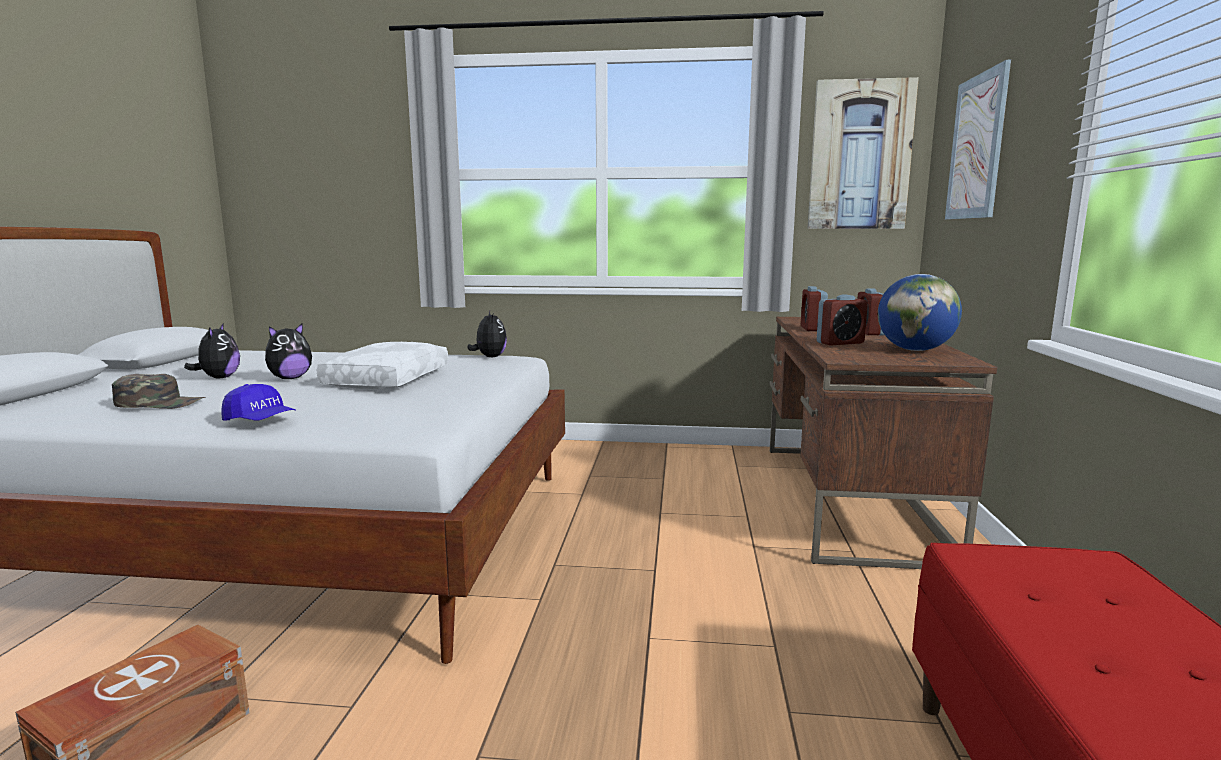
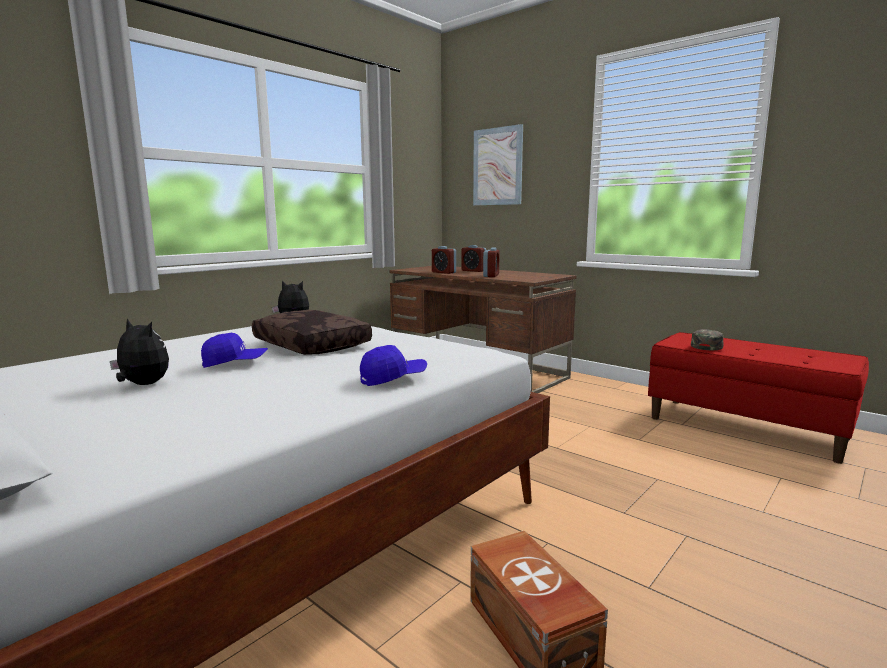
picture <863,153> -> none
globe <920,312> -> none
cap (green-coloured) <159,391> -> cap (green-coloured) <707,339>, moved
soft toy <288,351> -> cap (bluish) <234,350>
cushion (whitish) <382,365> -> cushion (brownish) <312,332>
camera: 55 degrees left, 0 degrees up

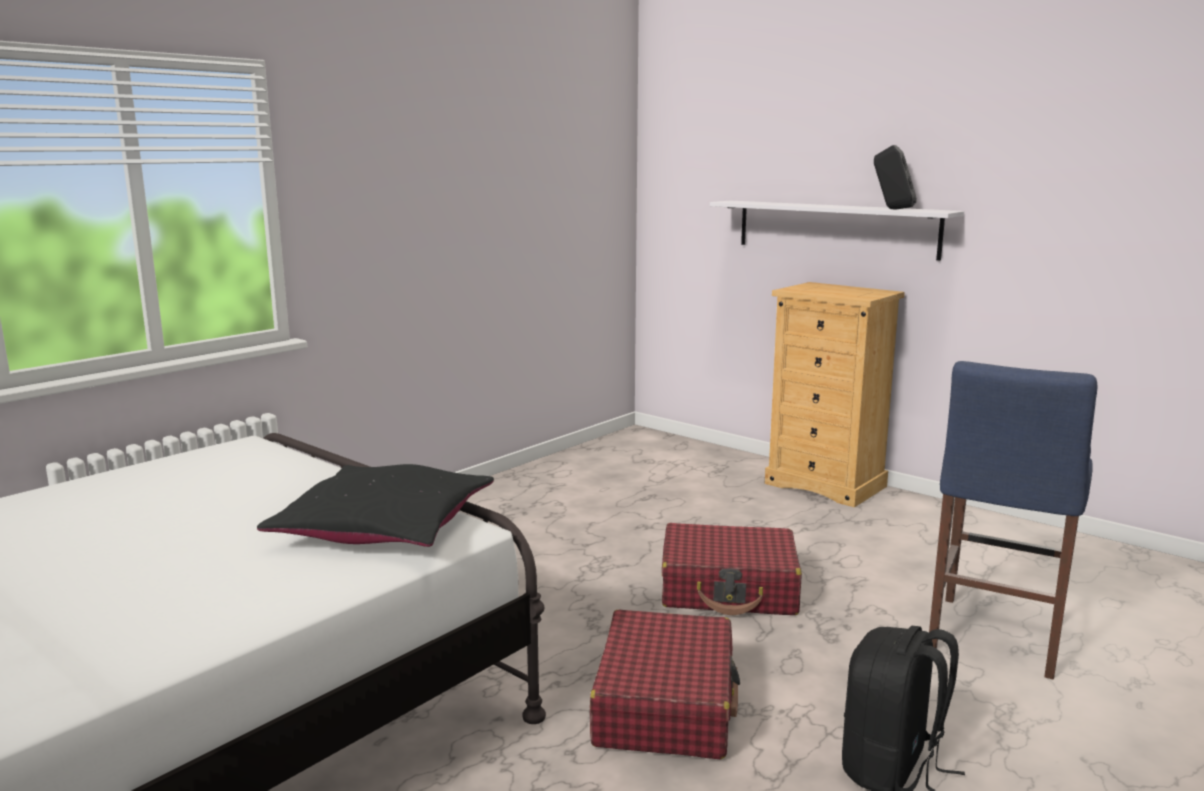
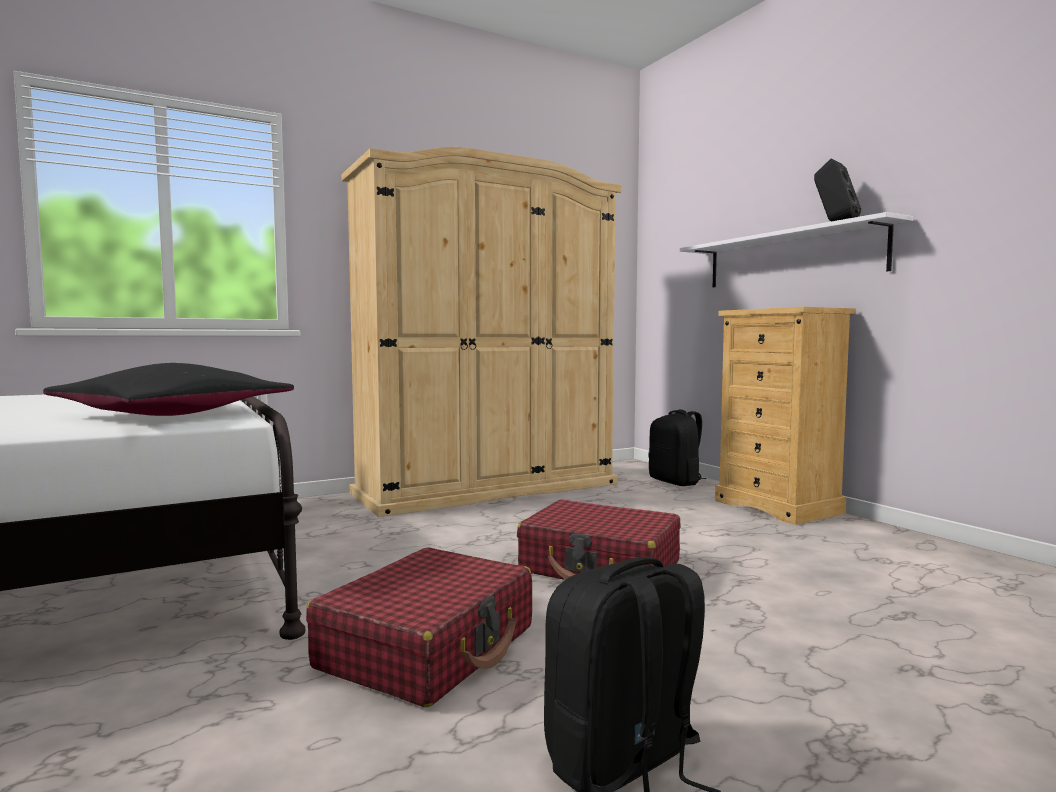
stool seat (bluish) <1013,520> -> none
none -> wardrobe (beige-coloured) <482,332>
none -> backpack (black-coloured) <677,447>
camera: 20 degrees right, 10 degrees down

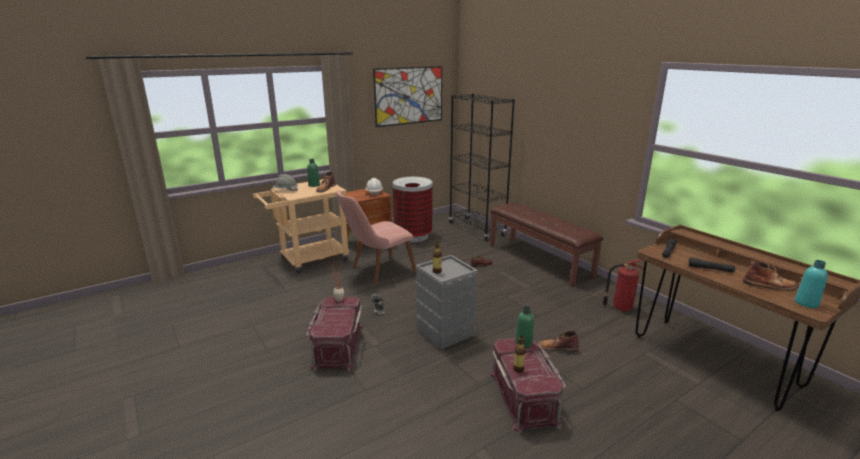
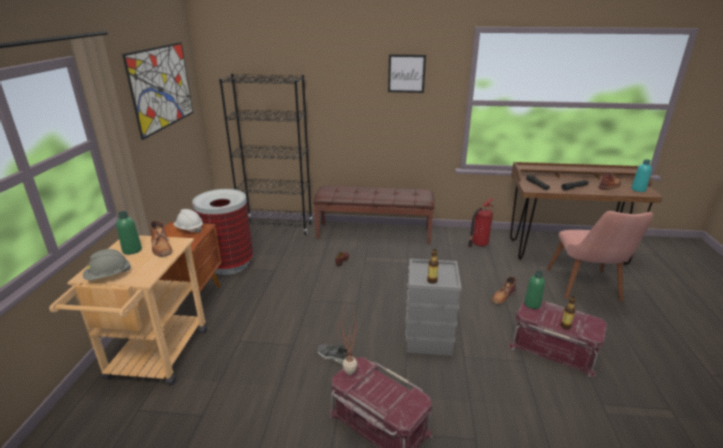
none -> picture <407,73>
upright chair (pink) <376,237> -> upright chair (pink) <600,256>, moved
camera: 50 degrees left, 5 degrees up

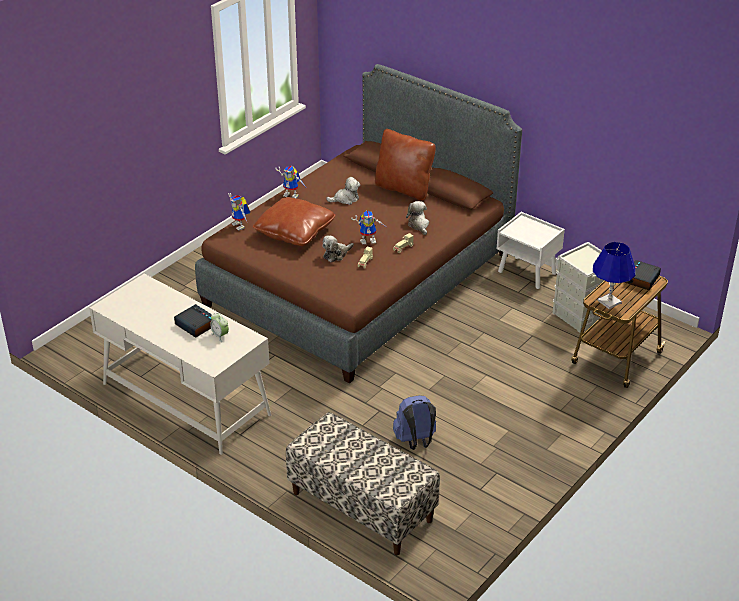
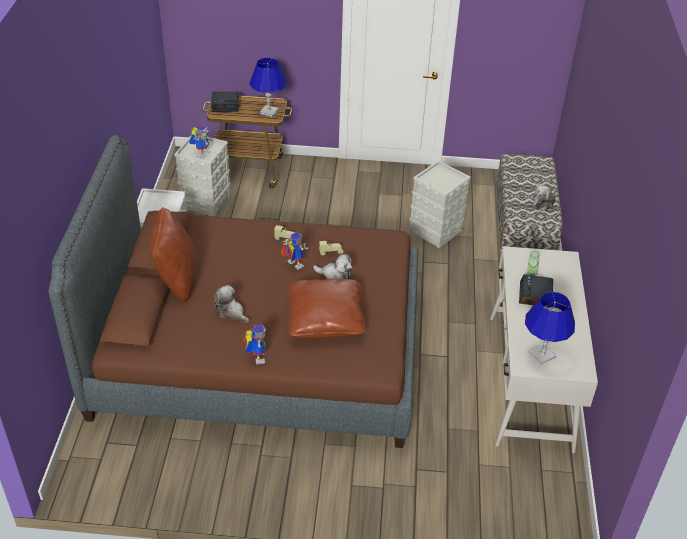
none -> lamp for a table (bluish) <550,328>
robot figure <239,212> -> robot figure <199,142>, moved
soft toy <417,218> -> soft toy <545,198>, moved
backpack (bluish) <414,422> -> storage box (greyish) <439,204>
camera: 125 degrees left, 5 degrees up

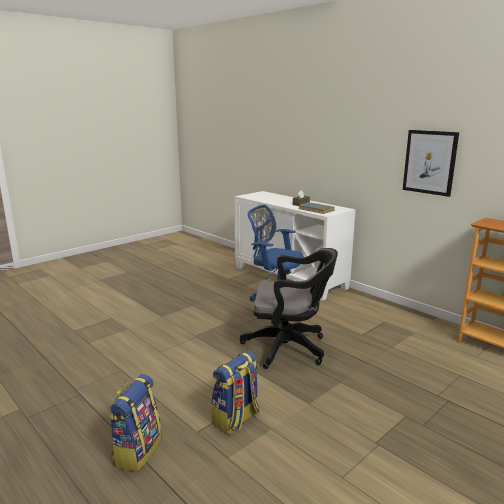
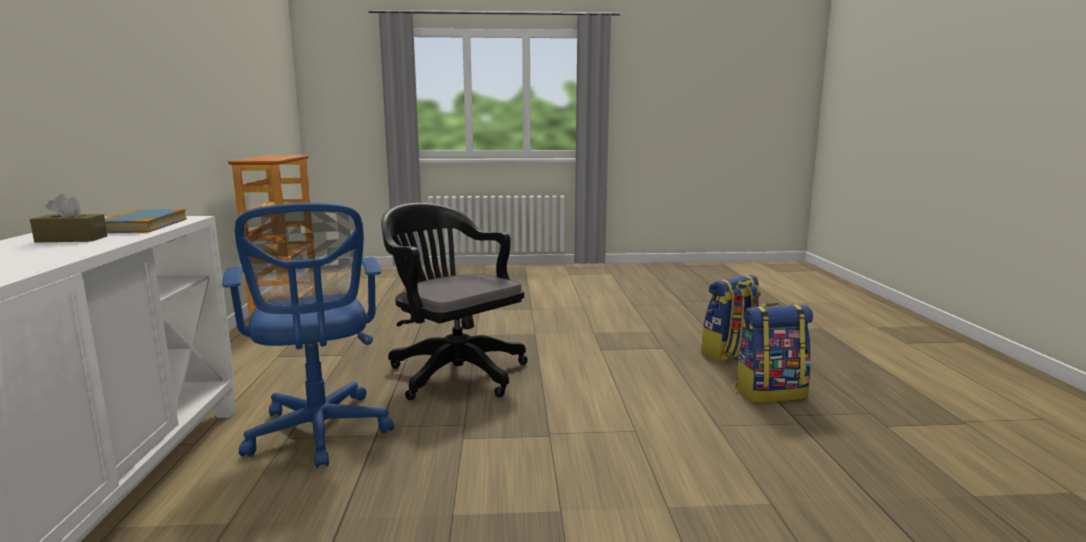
picture <431,163> -> none
backpack <235,392> -> backpack <774,353>, moved
camera: 140 degrees left, 5 degrees down

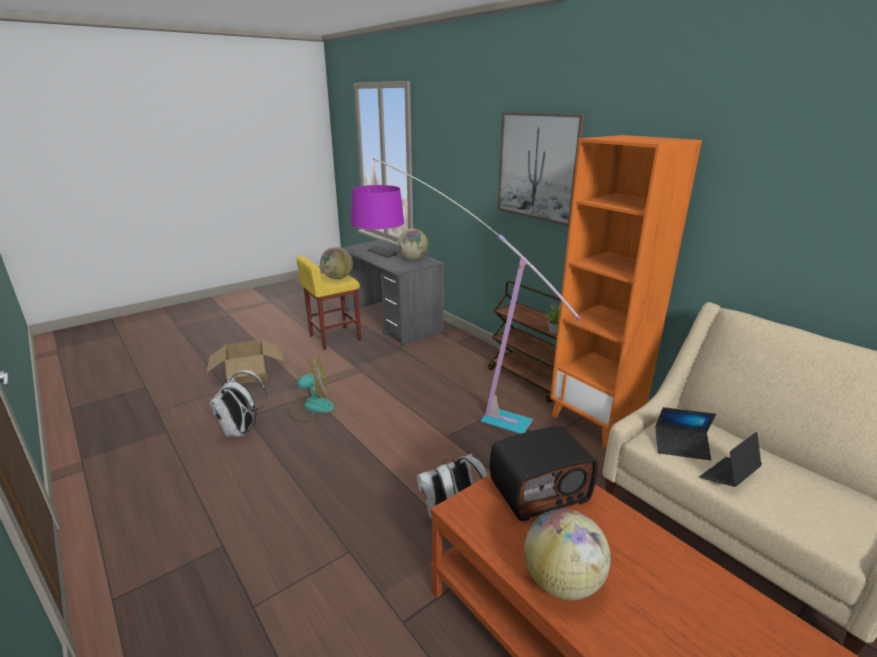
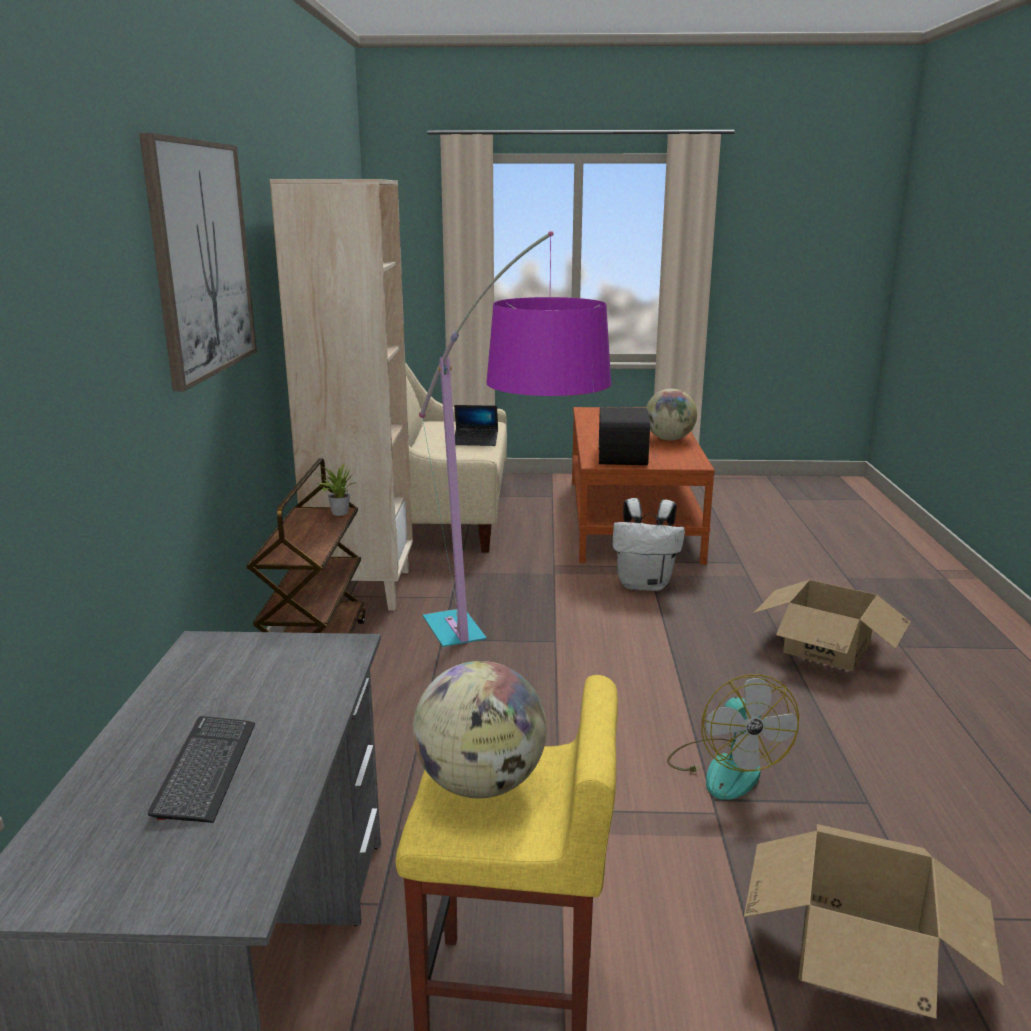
backpack (whitish) <238,403> -> none
globe <412,244> -> none
notebook computer <685,433> -> none
none -> carton <832,625>
bookshelf (orange) <626,291> -> bookshelf (beige-coloured) <341,394>
cooling fan <311,389> -> cooling fan <733,737>, 120 degrees counterclockwise
radio set <543,473> -> radio set <624,436>, 105 degrees counterclockwise
camera: 140 degrees left, 5 degrees down

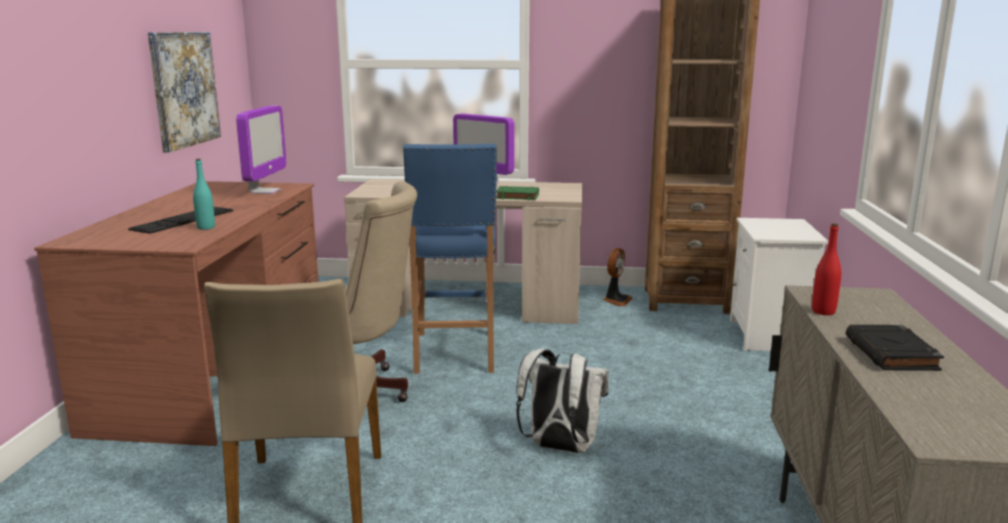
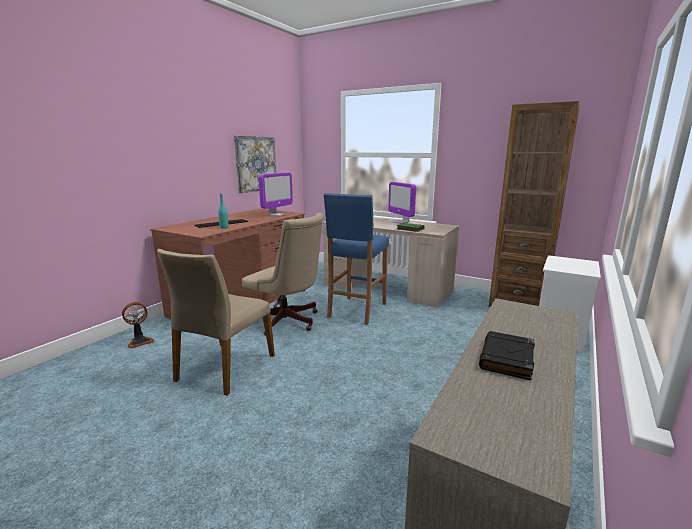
backpack (whitish) <562,401> -> none
bottle (reddish) <826,269> -> none
cooling fan <617,277> -> cooling fan <138,325>, moved
camera: 25 degrees right, 0 degrees up

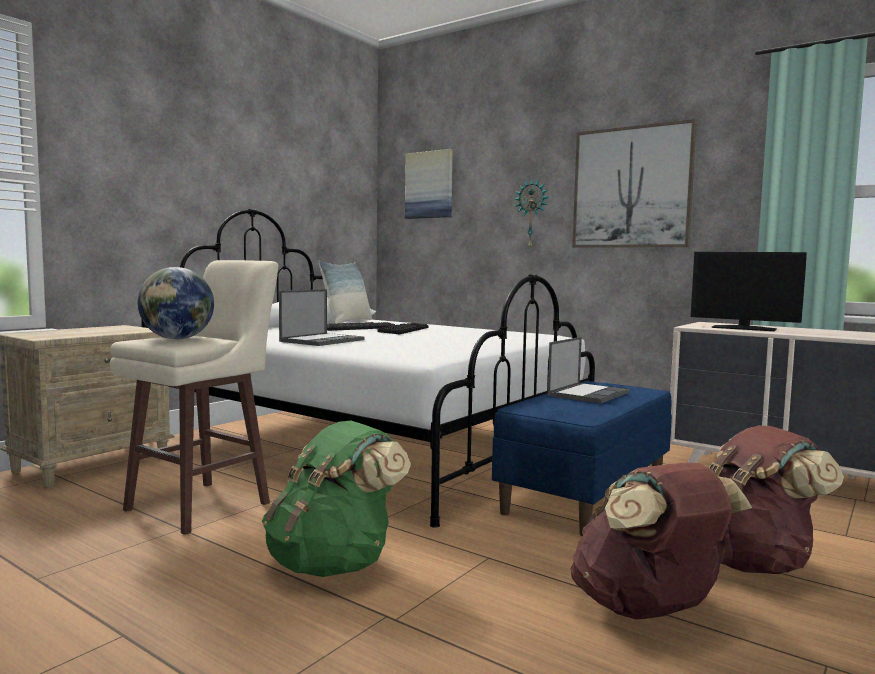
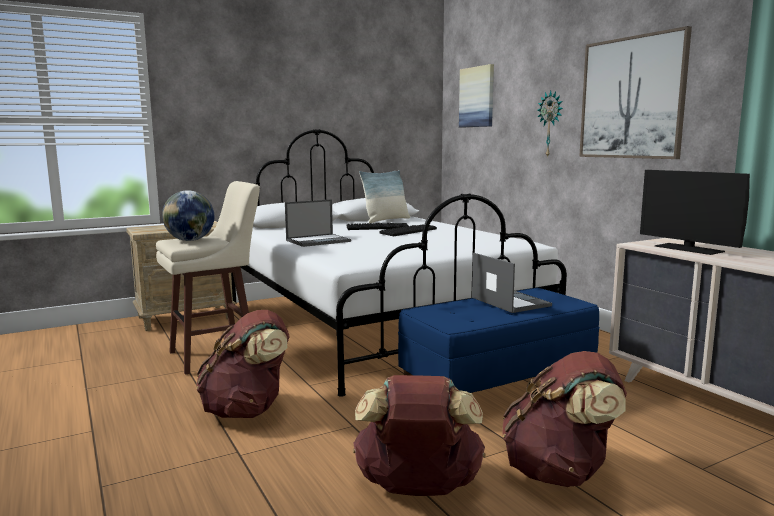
backpack (green-coloured) <336,499> -> backpack (brownish) <243,364>
notebook computer <588,370> -> notebook computer <512,283>, 90 degrees counterclockwise
camera: 25 degrees right, 5 degrees up

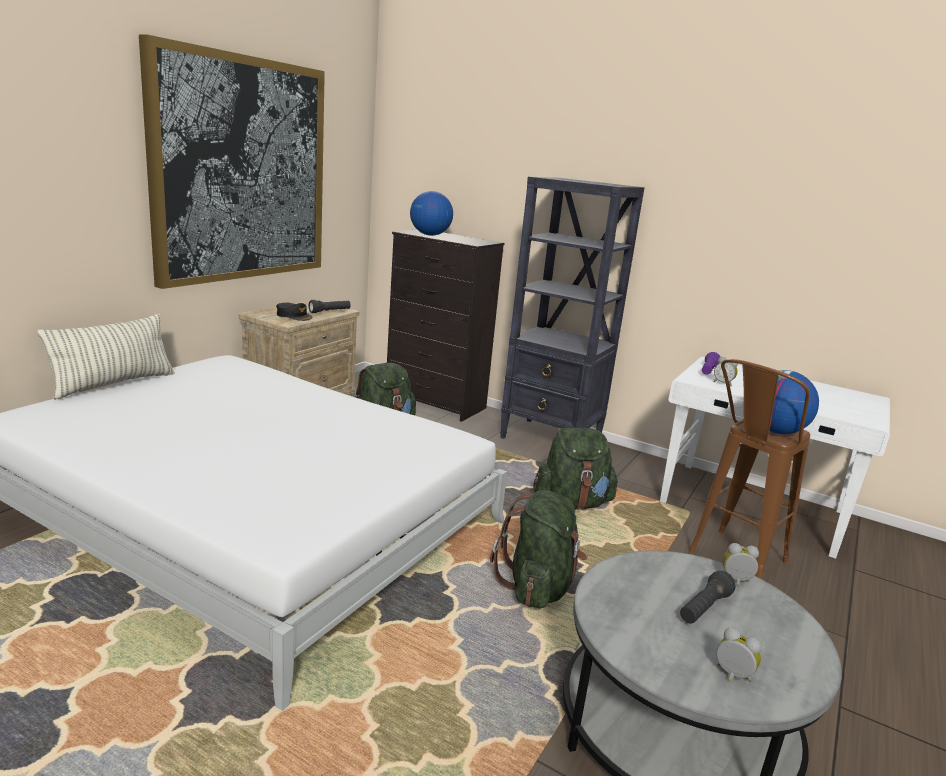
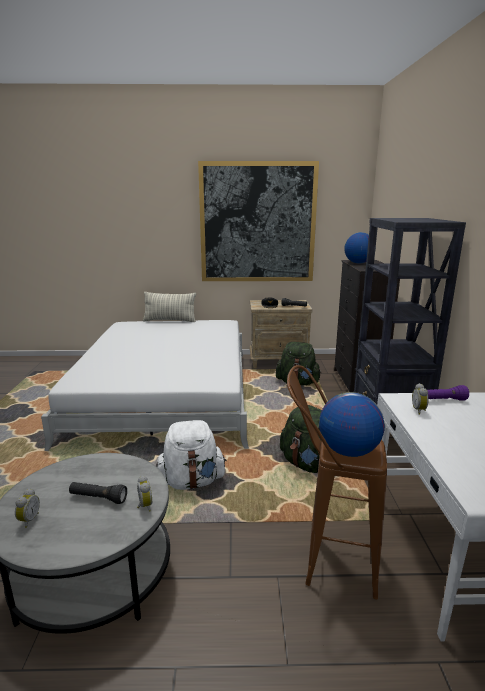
backpack (green-coloured) <538,549> -> backpack (whitish) <191,455>
camera: 60 degrees right, 0 degrees up

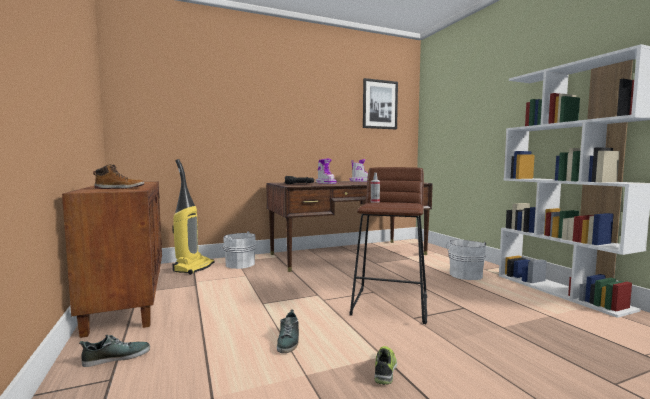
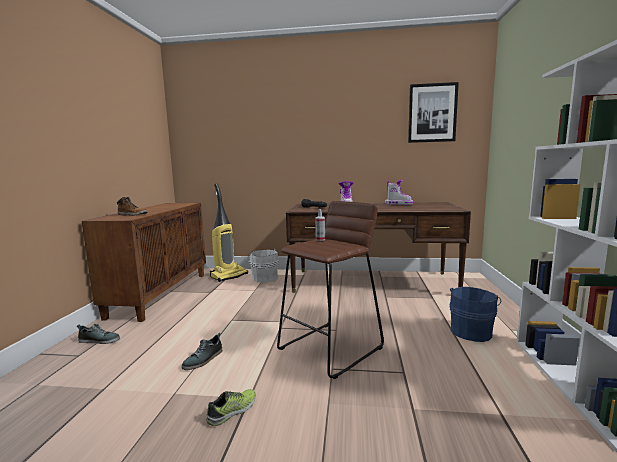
water bucket (whitish) <466,260> -> water bucket (bluish) <475,314>
camera: 30 degrees right, 5 degrees up

